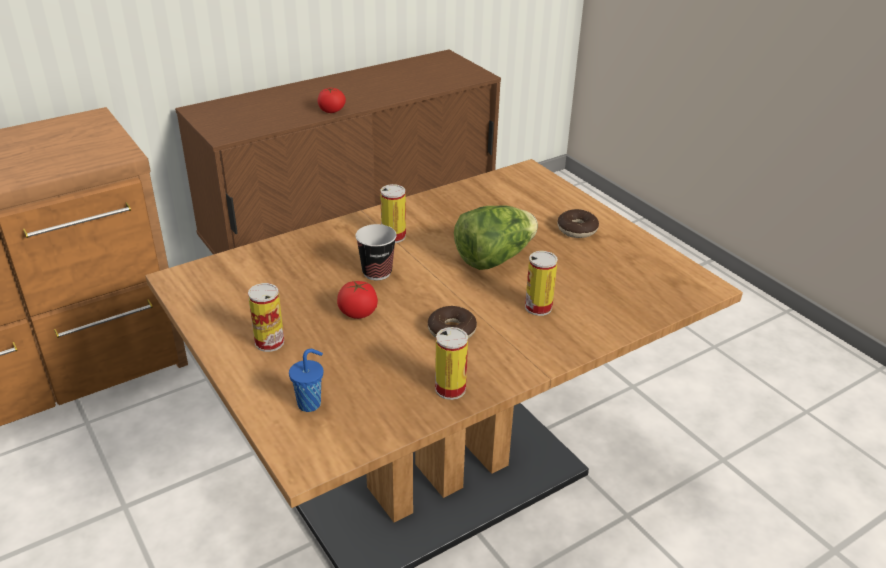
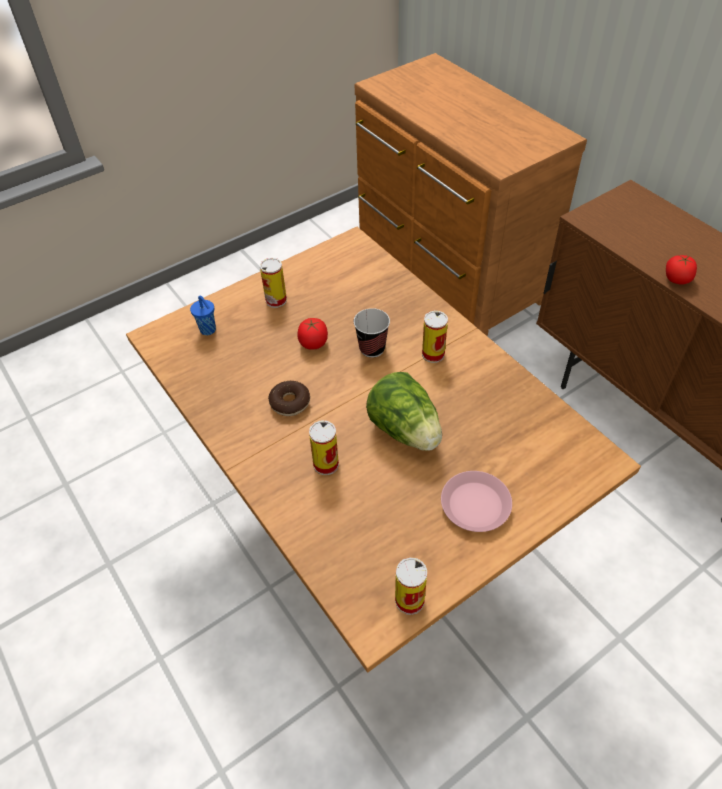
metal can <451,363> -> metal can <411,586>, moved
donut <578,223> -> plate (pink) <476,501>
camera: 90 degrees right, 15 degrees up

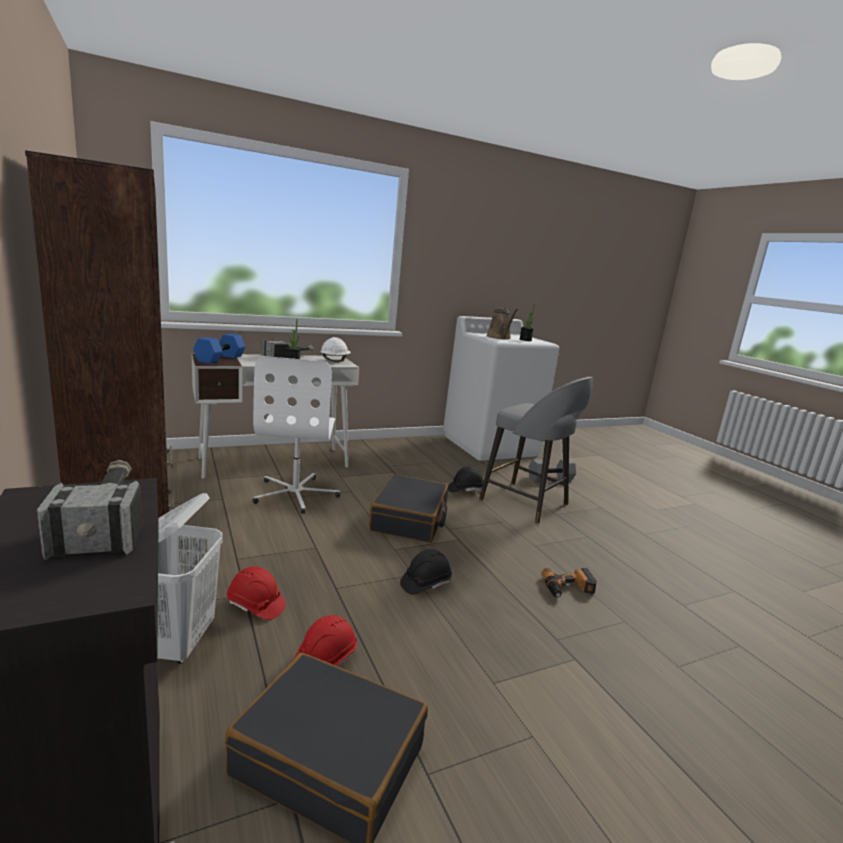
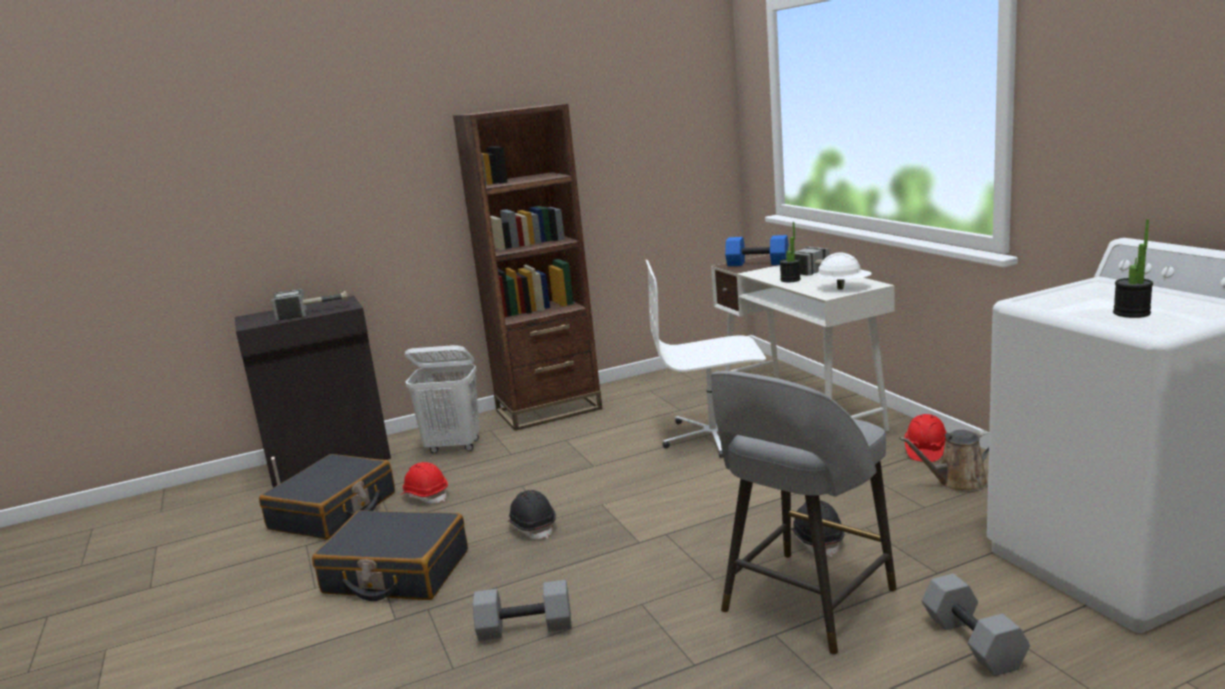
hard hat (reddish) <256,593> -> hard hat (reddish) <925,438>, moved
piece of luggage (black-coloured) <408,508> -> piece of luggage (black-coloured) <390,555>, moved
watering pot (brownish) <502,324> -> watering pot (brownish) <944,460>, moved
drill <569,582> -> hand weight (greyish) <522,610>
camera: 95 degrees right, 0 degrees up

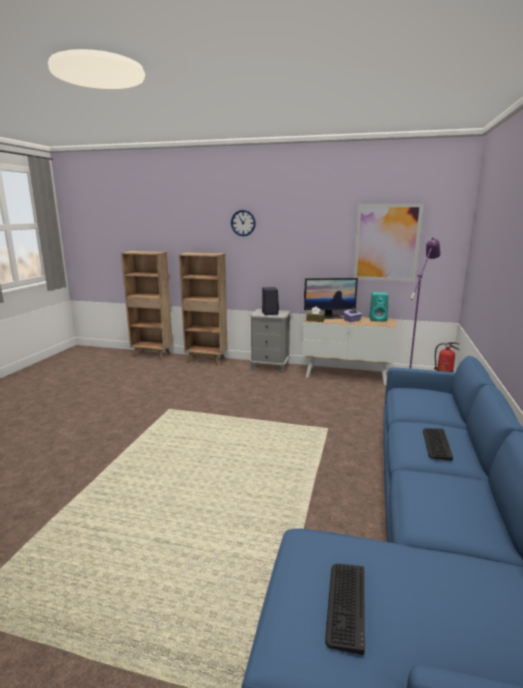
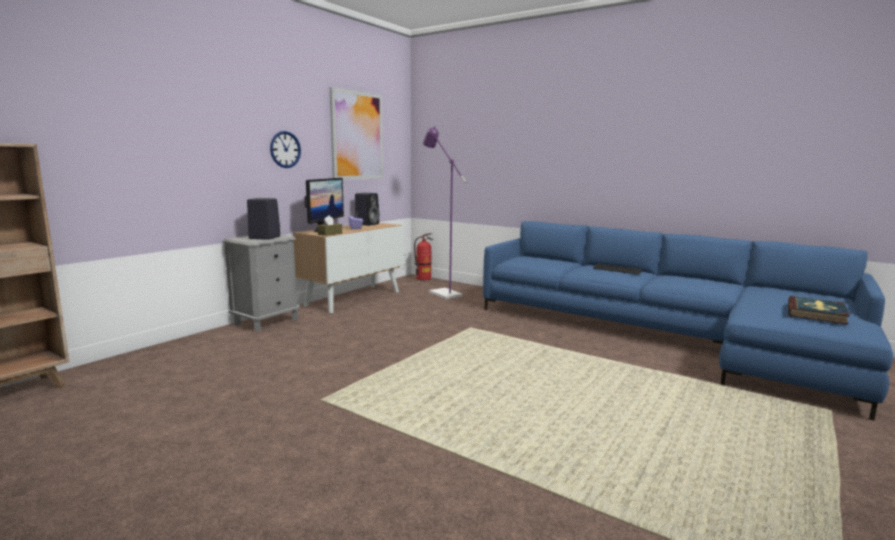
bookshelf (brownish) <203,309> -> none
wall clock <243,223> -> wall clock <285,149>, moved
PC keyboard <345,609> -> bound book <819,310>
loudspeaker (turquoise-coloured) <379,307> -> loudspeaker (black-coloured) <367,209>
camera: 70 degrees left, 5 degrees down

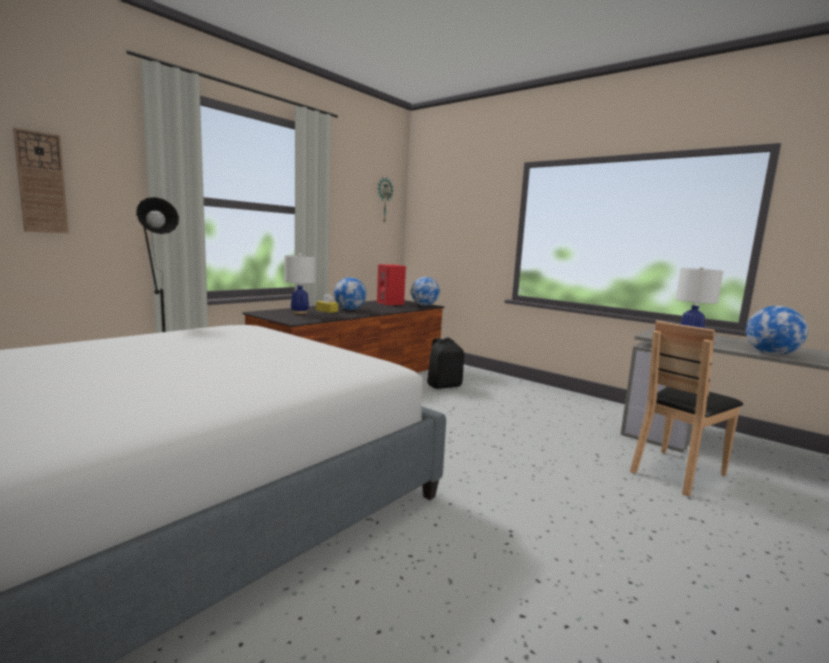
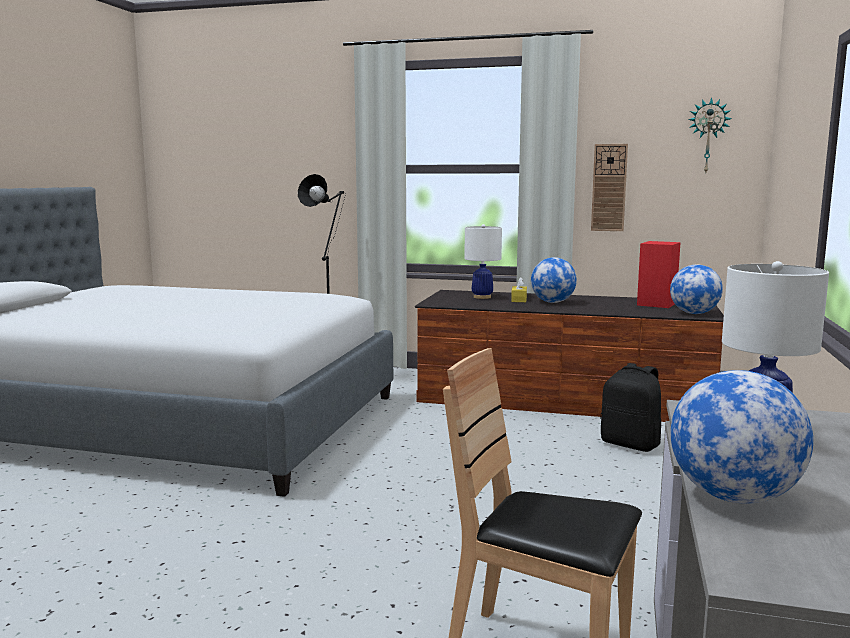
wall clock <41,180> -> wall clock <609,187>, moved
camera: 65 degrees right, 0 degrees up

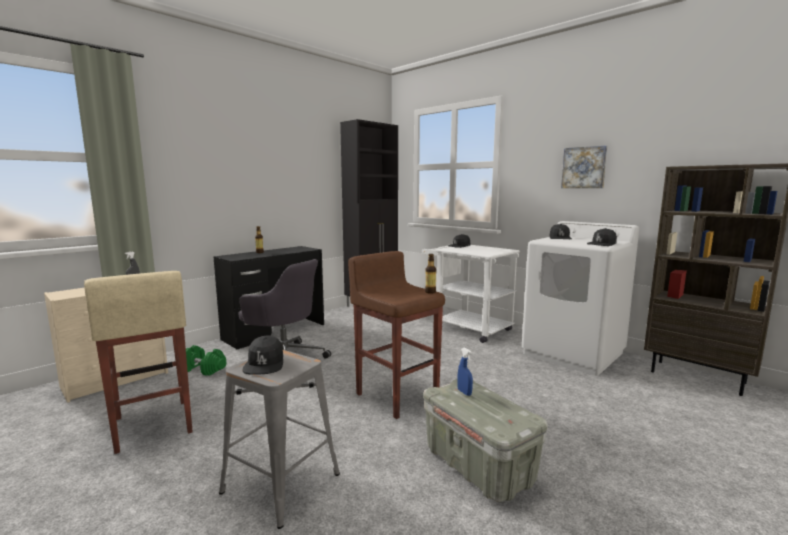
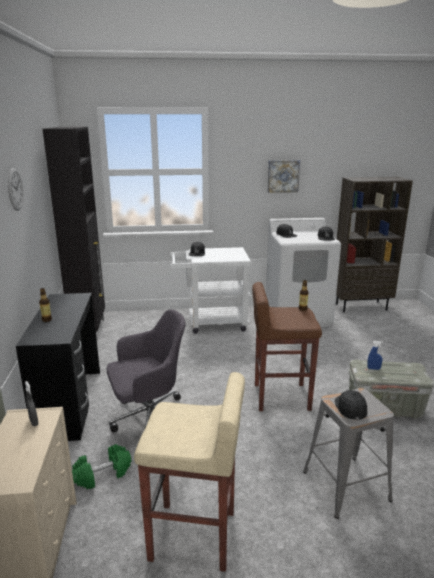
none -> wall clock <16,189>
cap (black-coloured) <262,355> -> cap (black-coloured) <351,405>, 120 degrees counterclockwise
camera: 50 degrees left, 10 degrees up

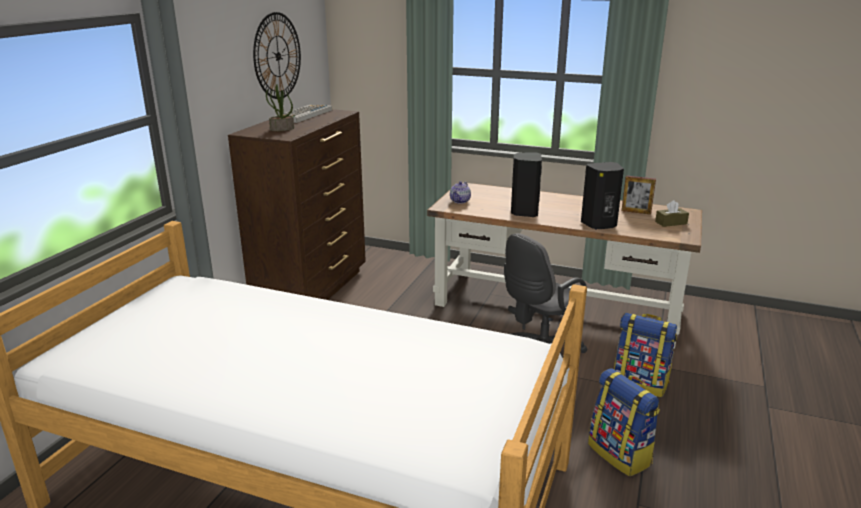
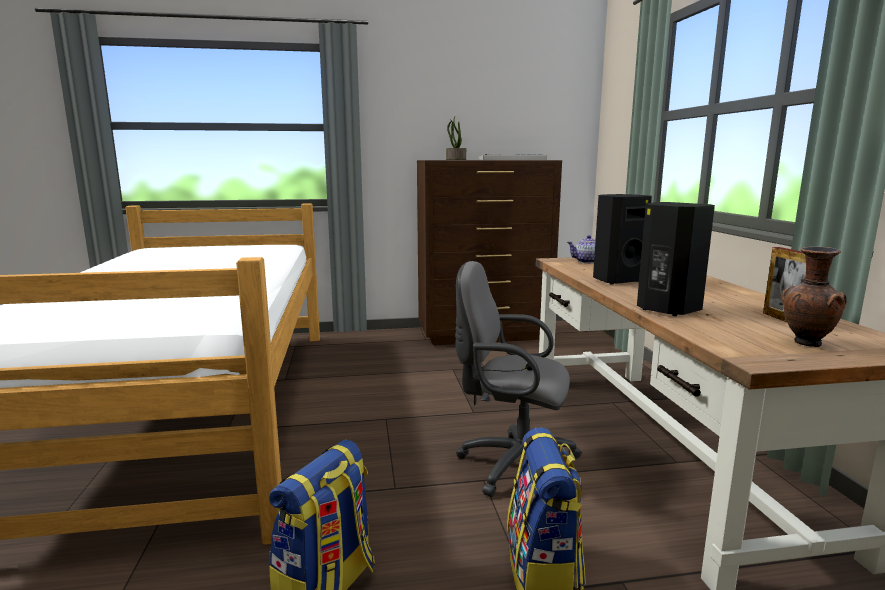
wall clock <277,55> -> none
tissue box (brownish) <672,213> -> flower vase (brownish) <814,297>
camera: 60 degrees right, 10 degrees down

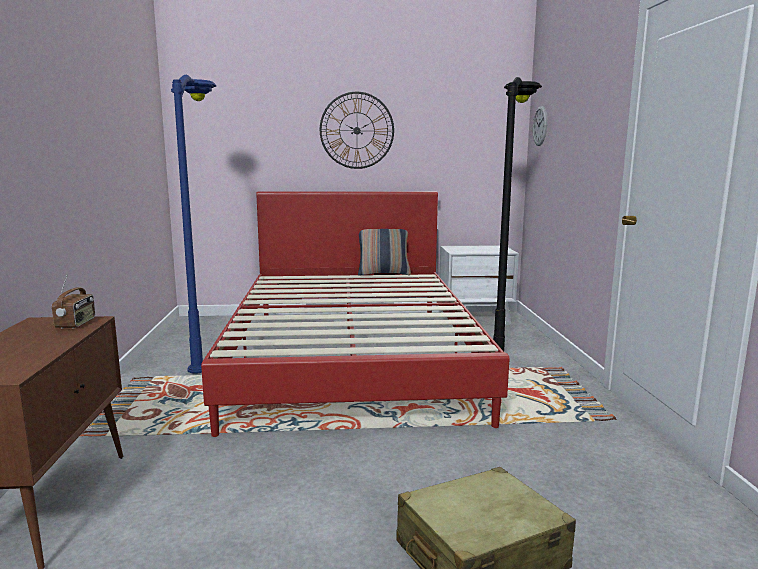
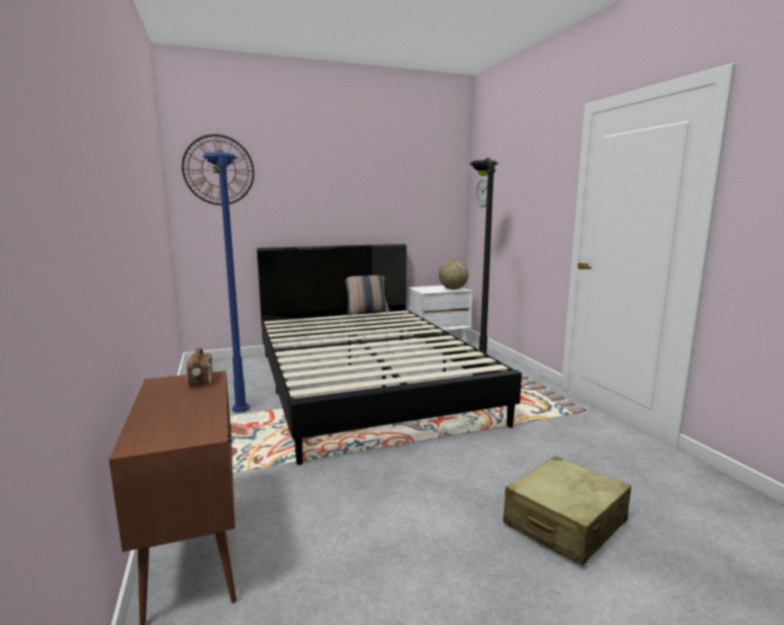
none -> globe <454,275>
wall clock <357,130> -> wall clock <218,169>, moved
sleeping bed (reddish) <355,314> -> sleeping bed (black-coloured) <389,354>
camera: 15 degrees left, 0 degrees up

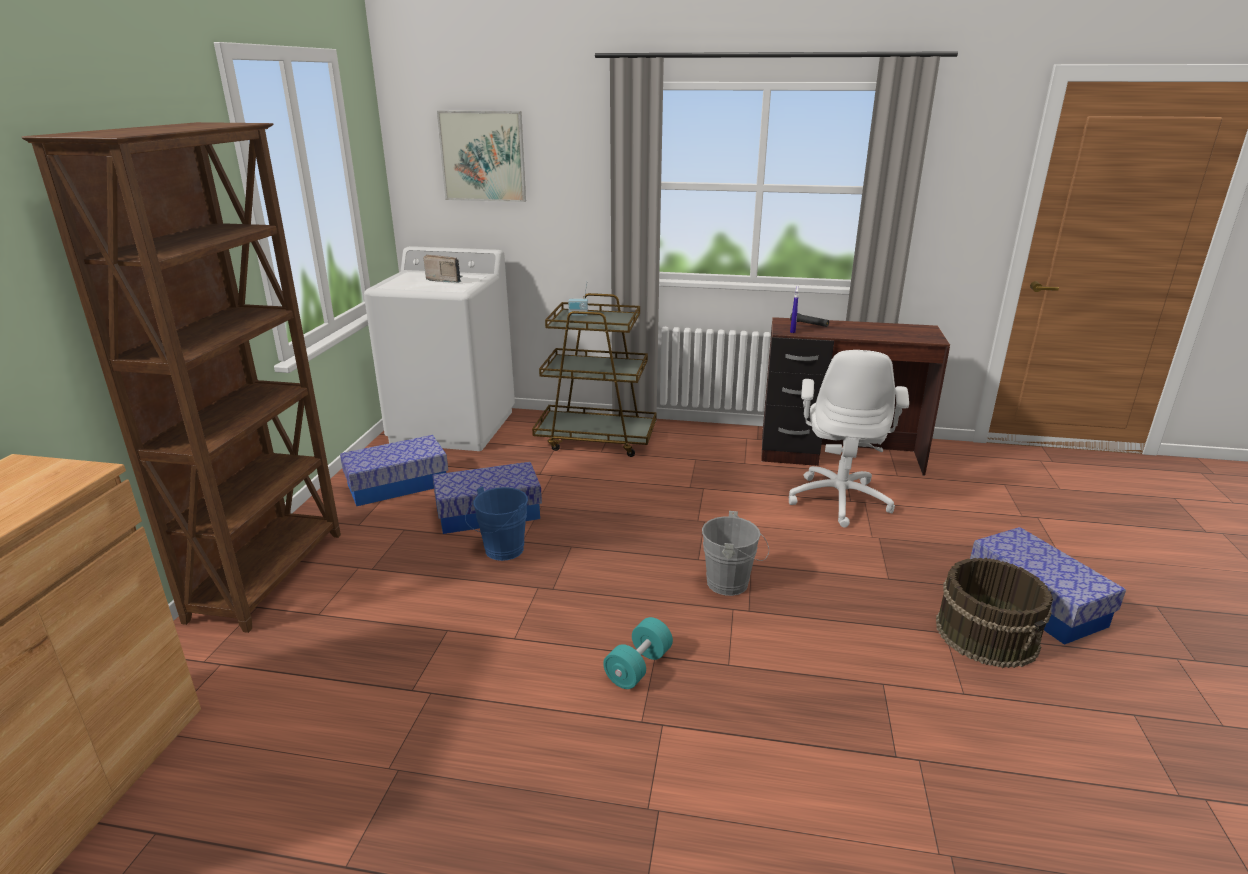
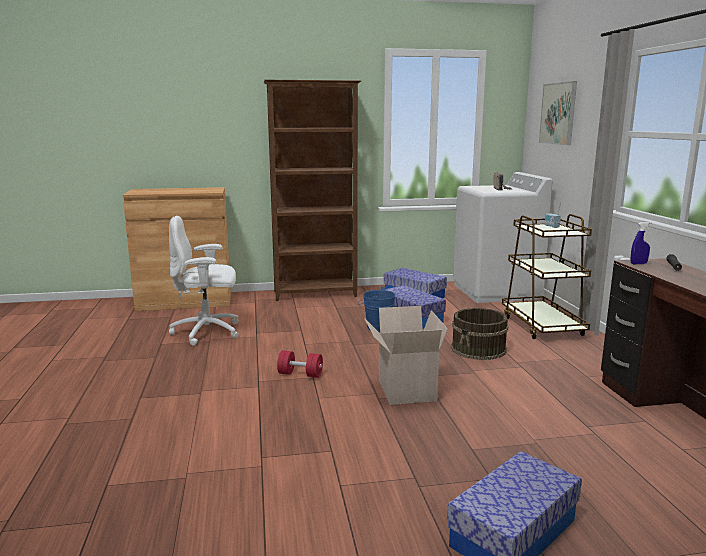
computer chair (whitish) <848,439> -> computer chair (whitish) <204,281>, moved
water bucket (brownish) <994,613> -> water bucket (brownish) <480,334>, moved
water bucket (greyish) <735,553> -> carton <406,355>
hand weight (turquoise-coloured) <638,653> -> hand weight (reddish) <300,364>
camera: 70 degrees right, 10 degrees down

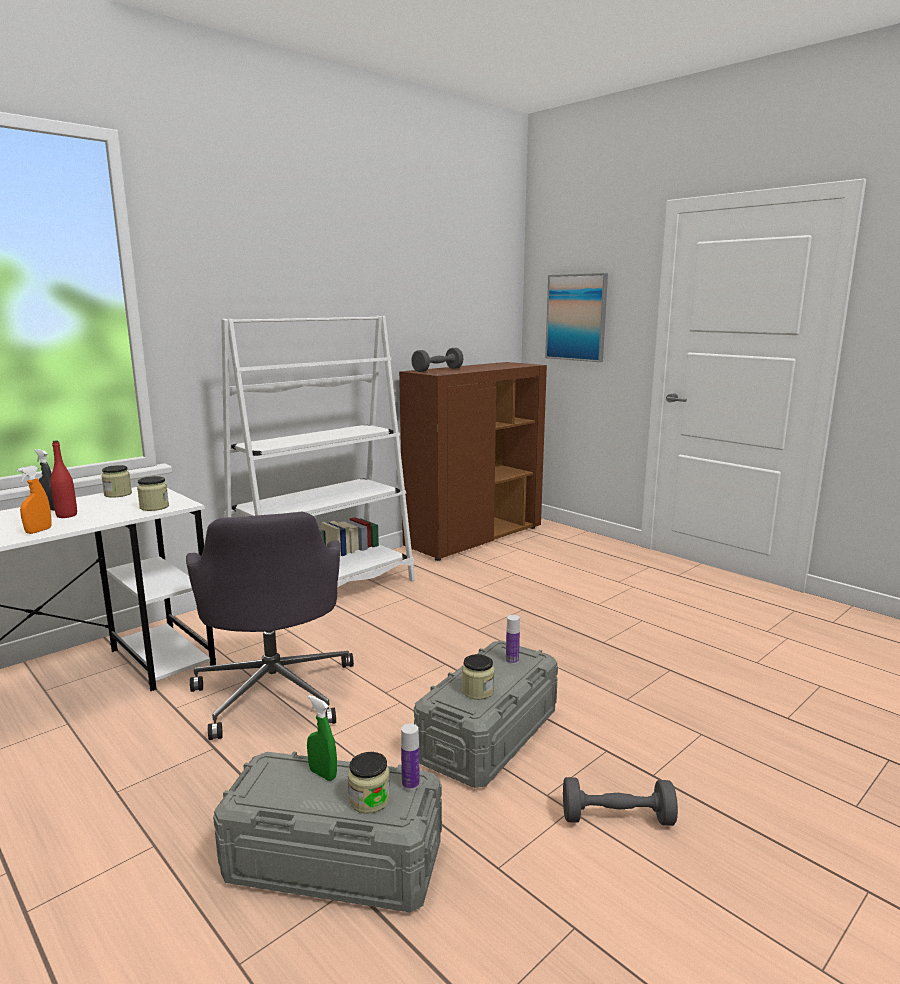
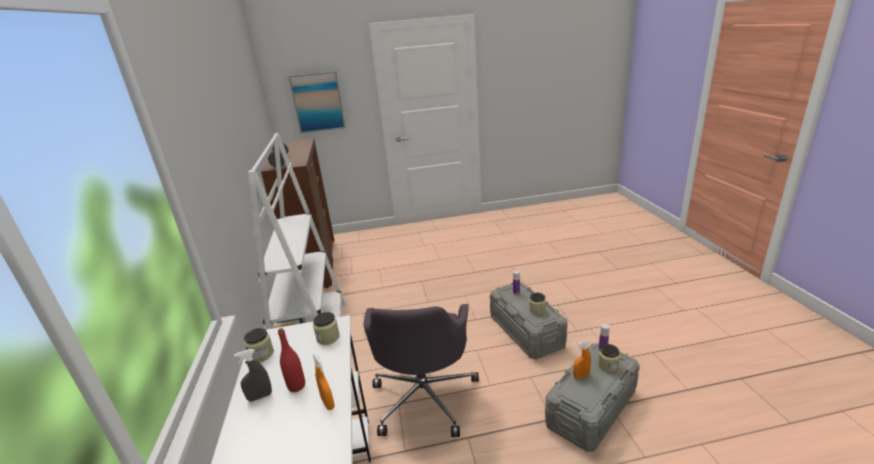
hand weight (greyish) <620,801> -> none
sprayer (green-coloured) <322,738> -> sprayer (orange) <582,359>
computer chair (greyish) <270,626> -> computer chair (greyish) <421,370>, 75 degrees clockwise
camera: 55 degrees left, 10 degrees up

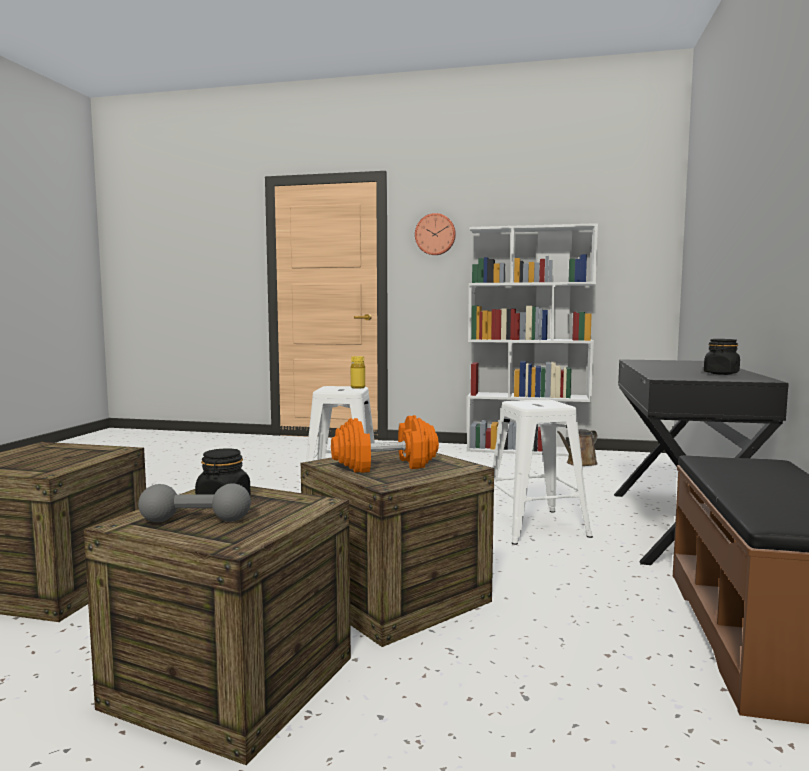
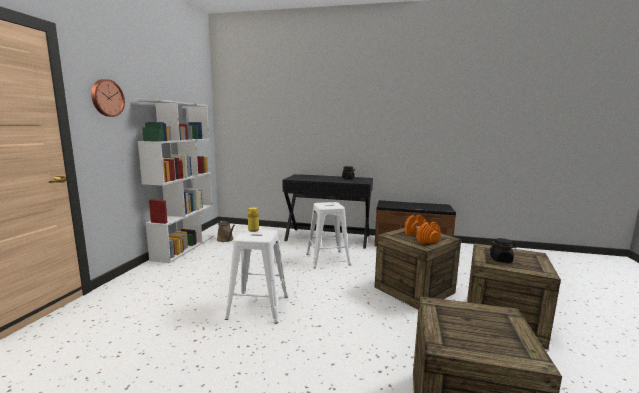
hand weight (greyish) <194,502> -> none
camera: 90 degrees left, 5 degrees up

